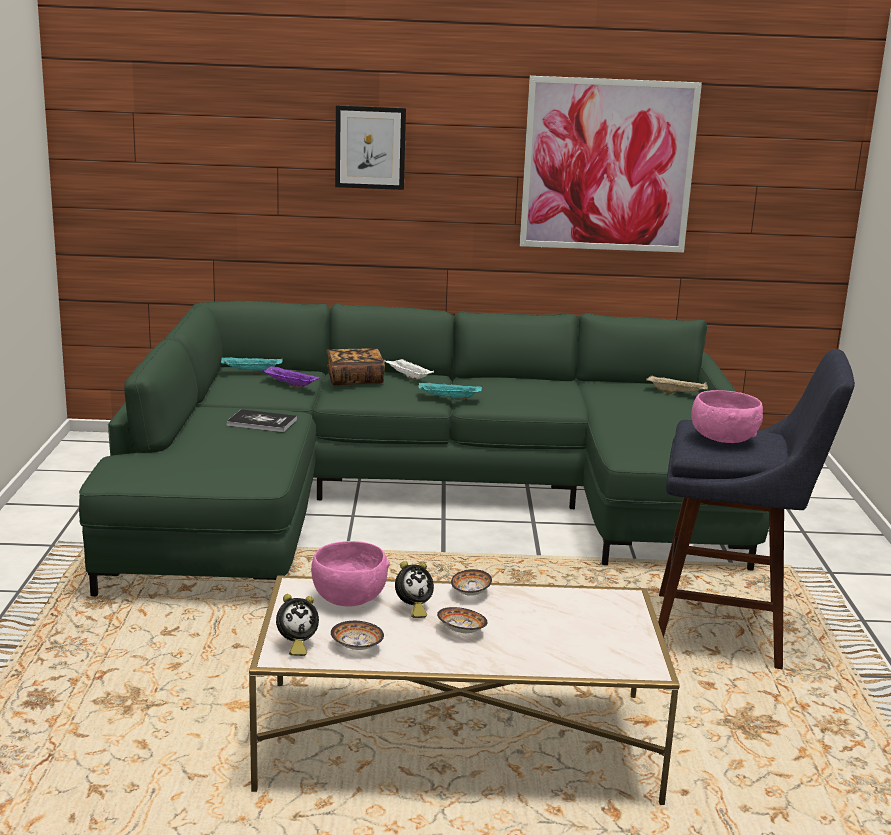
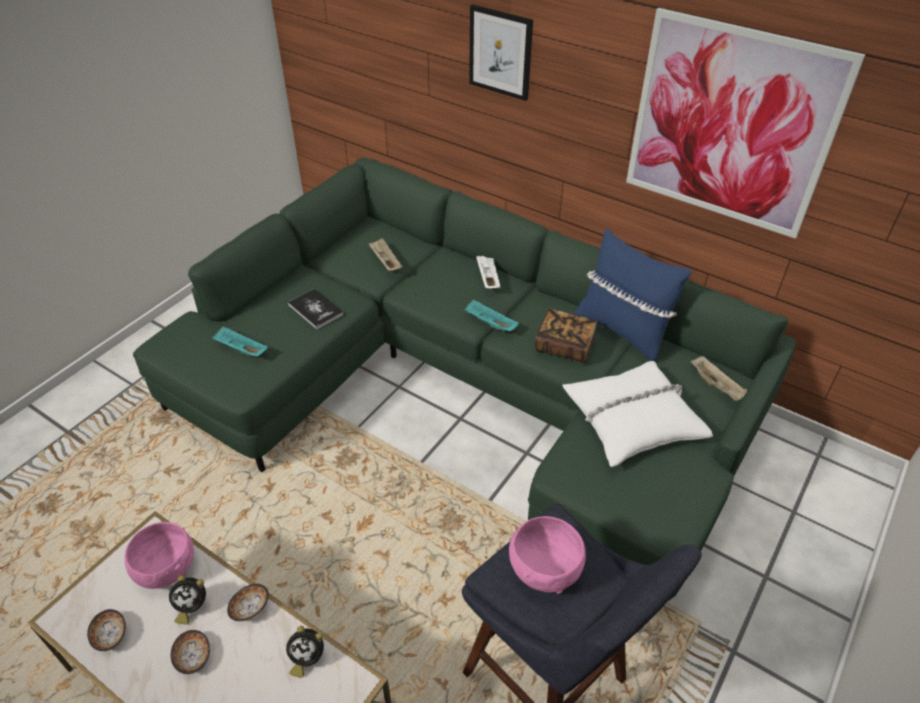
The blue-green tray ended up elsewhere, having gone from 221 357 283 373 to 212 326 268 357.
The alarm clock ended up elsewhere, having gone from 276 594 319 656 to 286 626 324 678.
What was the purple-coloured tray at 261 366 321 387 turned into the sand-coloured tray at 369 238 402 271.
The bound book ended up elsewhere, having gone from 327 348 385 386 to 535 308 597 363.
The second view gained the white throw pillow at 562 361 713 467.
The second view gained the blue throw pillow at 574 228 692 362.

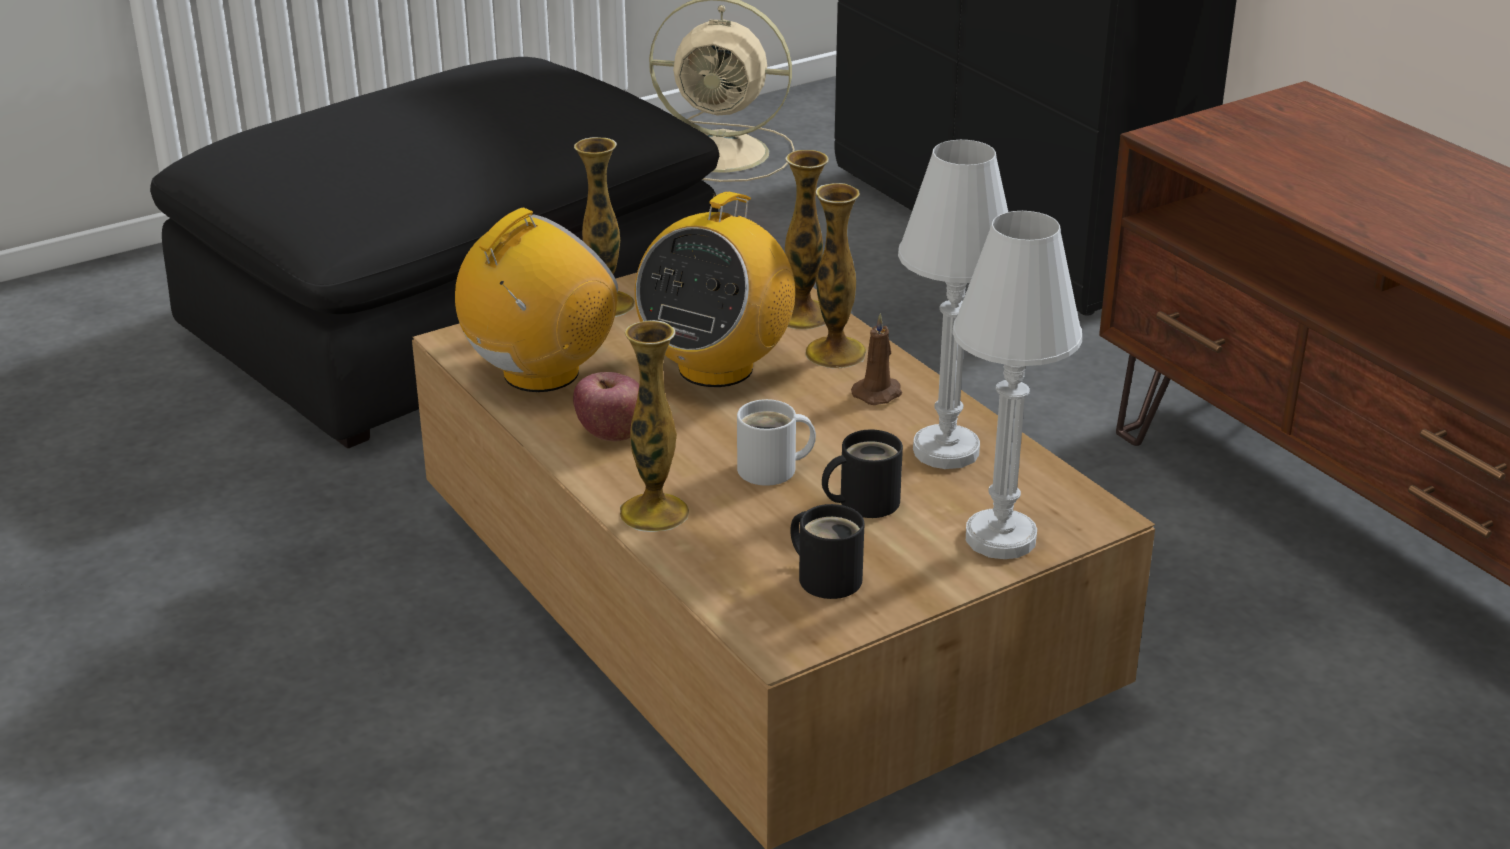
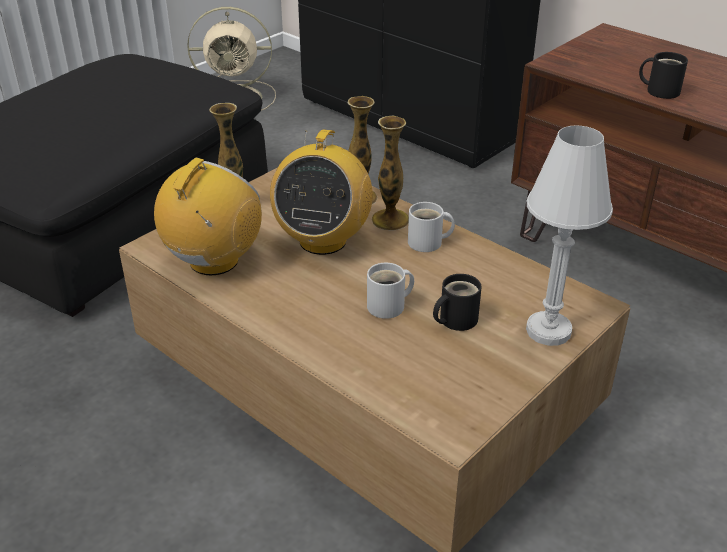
Where the brownish wax candle stood at 851 313 902 405, the white coffee mug came to stand at 408 202 455 252.
The black coffee mug ended up elsewhere, having gone from 790 504 865 599 to 639 52 688 99.
The second view lost the apple at 573 372 639 442.
The second view lost the decorative vase at 620 320 689 532.
The second view lost the white lamp for a table at 898 140 1008 469.

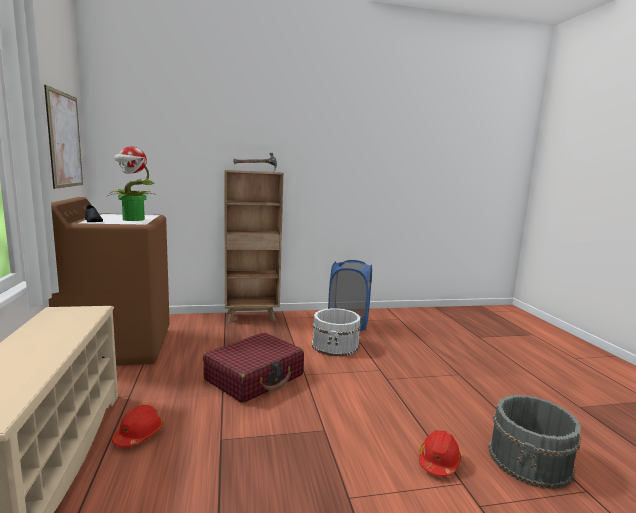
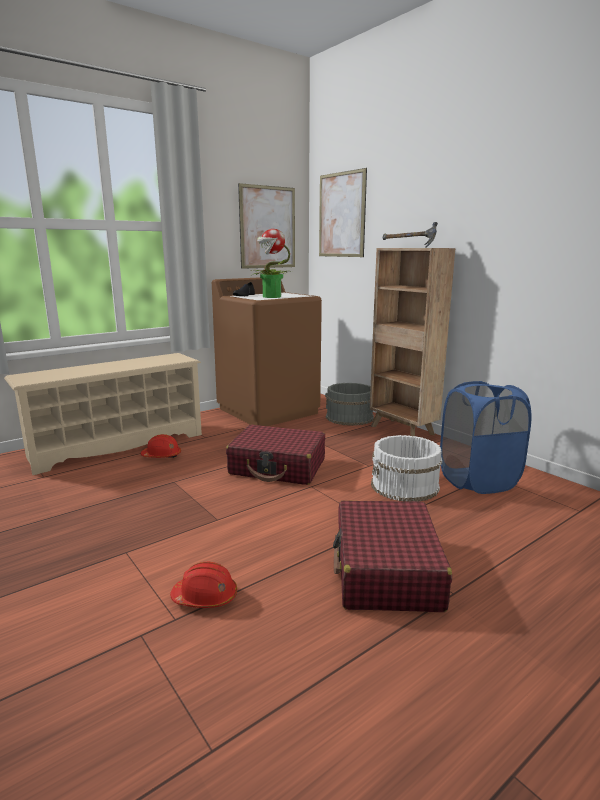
The second view gained the wall art at 319 168 367 257.
The greyish pail ended up elsewhere, having gone from 488 395 581 489 to 325 383 374 426.
The second view gained the red-coloured piece of luggage at 333 500 452 612.

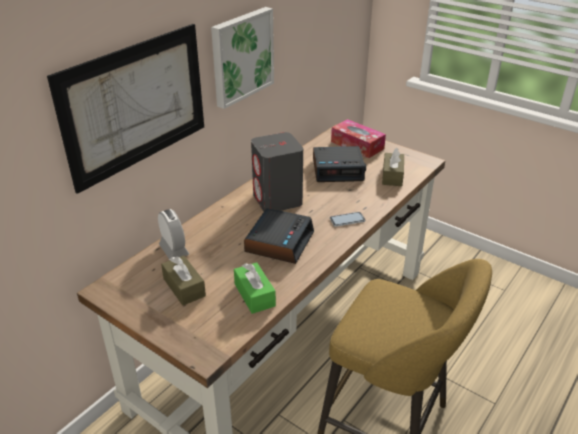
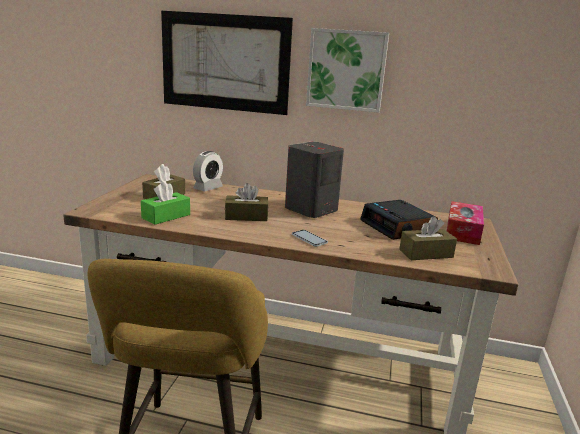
Where the alarm clock stood at 244 208 314 264, the brownish tissue holder came to stand at 225 183 268 221.

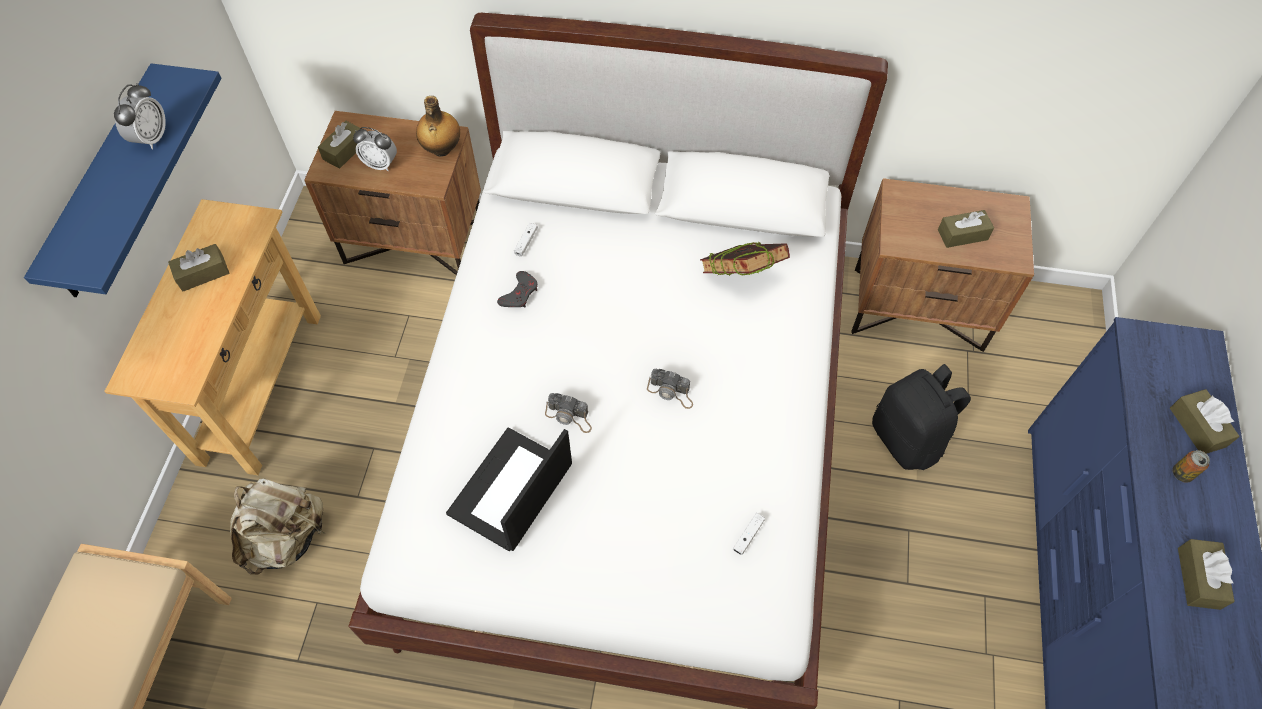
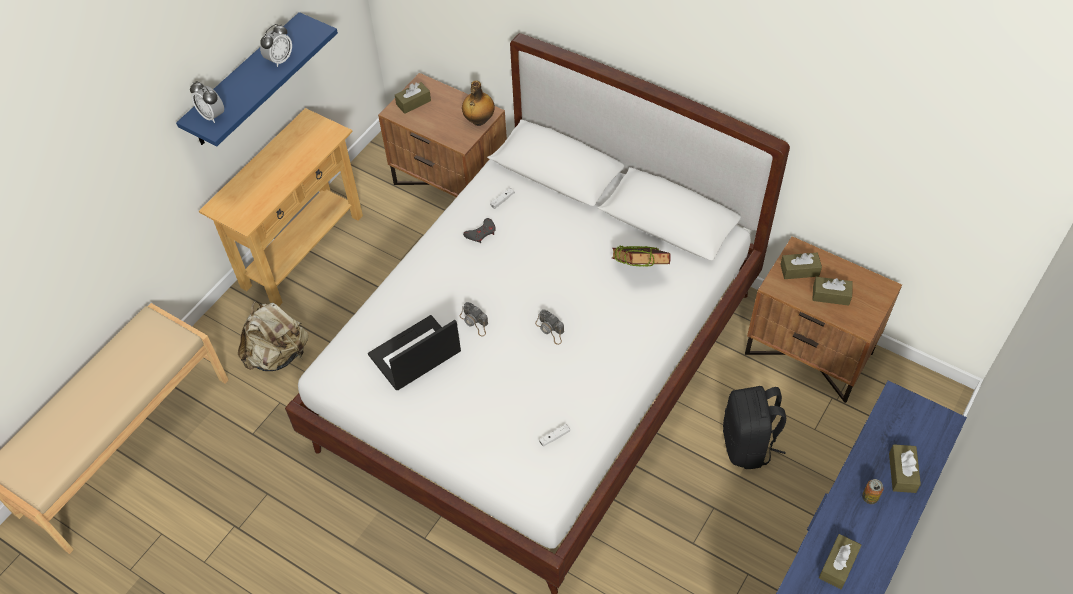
The alarm clock ended up elsewhere, having gone from 353 127 397 171 to 190 81 224 123.
The brownish tissue holder ended up elsewhere, having gone from 168 244 229 291 to 780 253 822 279.

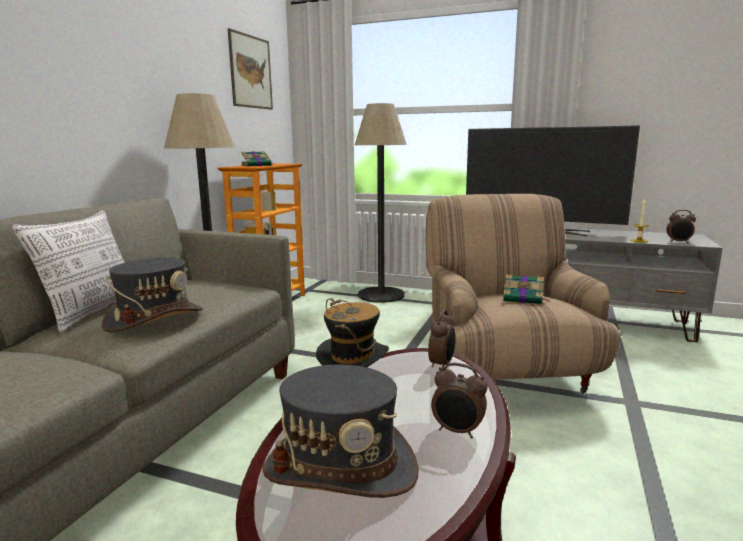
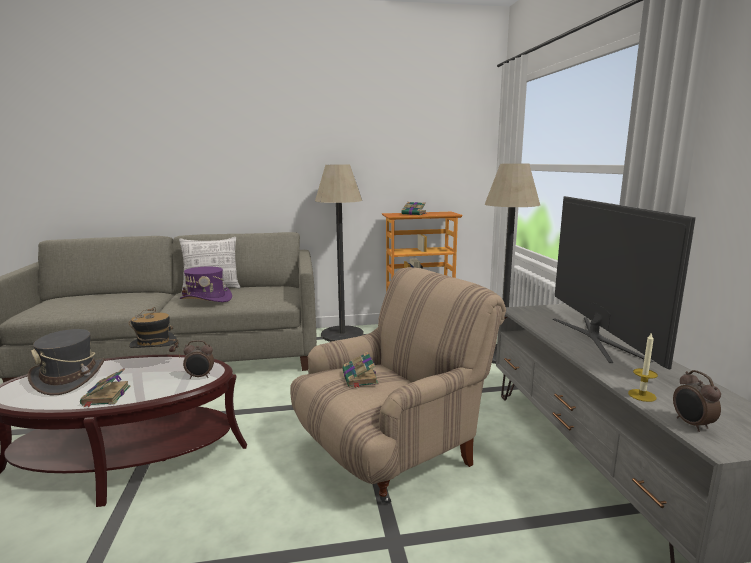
Where the alarm clock stood at 431 363 488 438, the bound book came to stand at 80 368 130 407.
What was the greyish wearable hat at 102 258 203 333 turned into the purple-coloured wearable hat at 180 266 232 302.
The second view lost the wall art at 228 28 273 110.

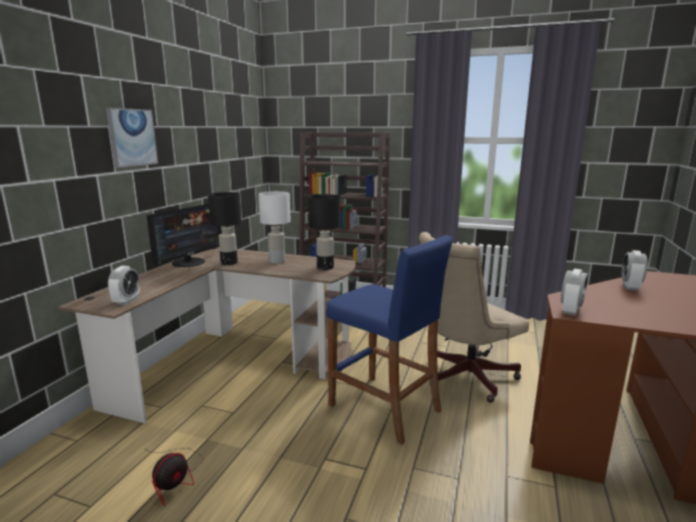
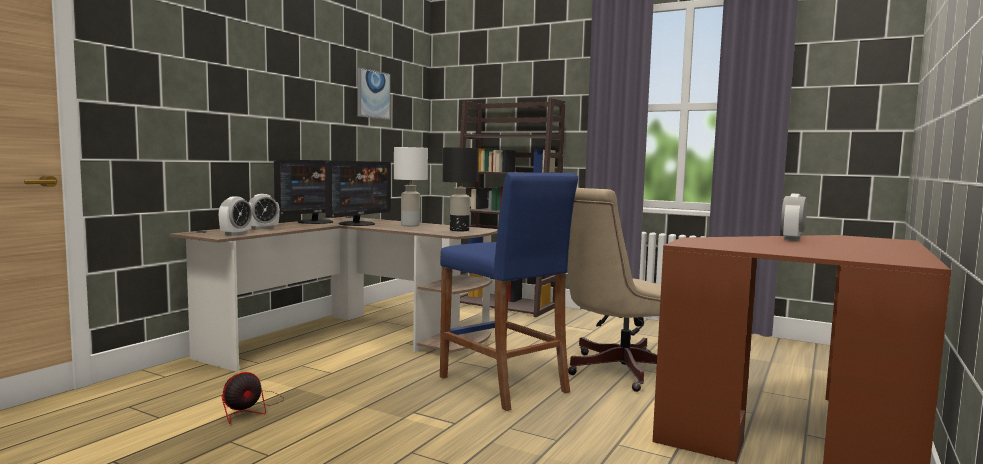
The alarm clock ended up elsewhere, having gone from 561 269 588 316 to 248 194 280 230.
Where the black lamp for a table stood at 208 192 242 265, the computer screen came to stand at 325 161 391 226.
The wall art ended up elsewhere, having gone from 106 108 158 168 to 357 68 390 120.

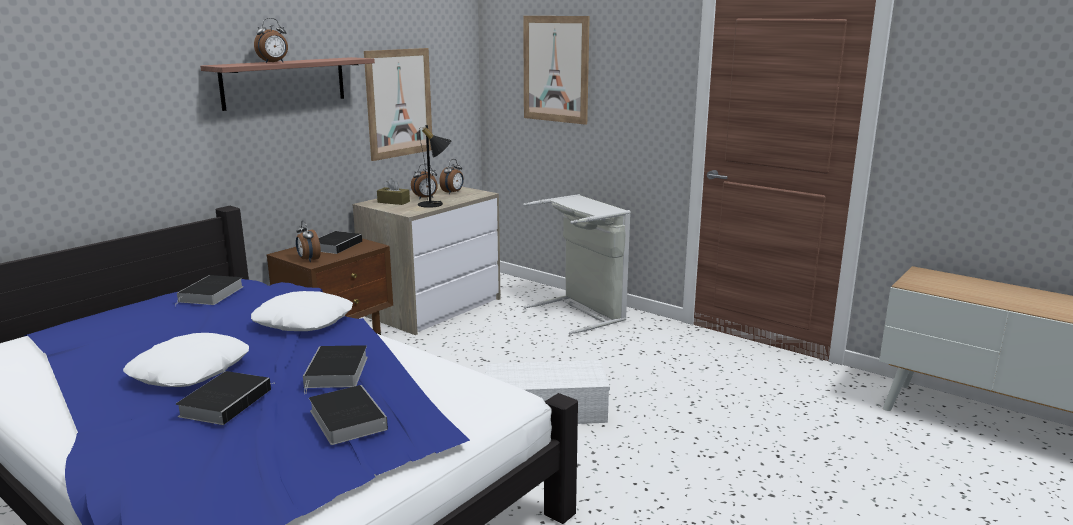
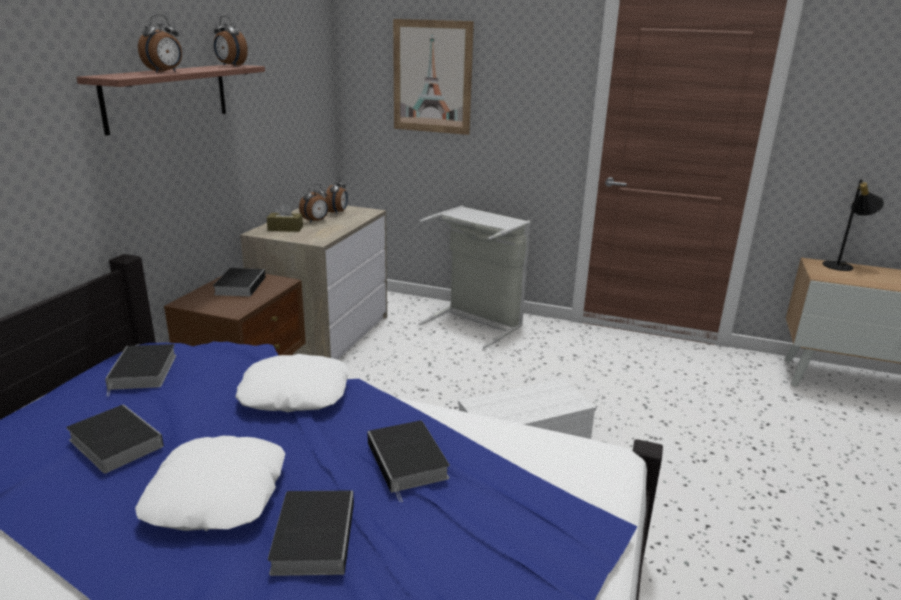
The bound book ended up elsewhere, having gone from 309 385 388 445 to 66 404 164 473.
The alarm clock ended up elsewhere, having gone from 296 221 321 262 to 214 16 248 67.
The black lamp for a table ended up elsewhere, having gone from 418 125 451 208 to 823 180 884 271.
The second view lost the wall art at 364 48 432 161.

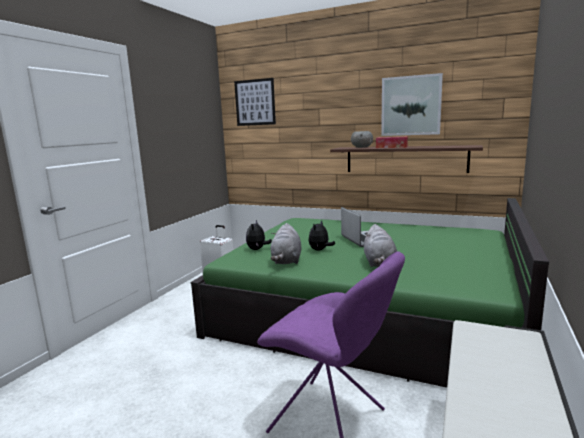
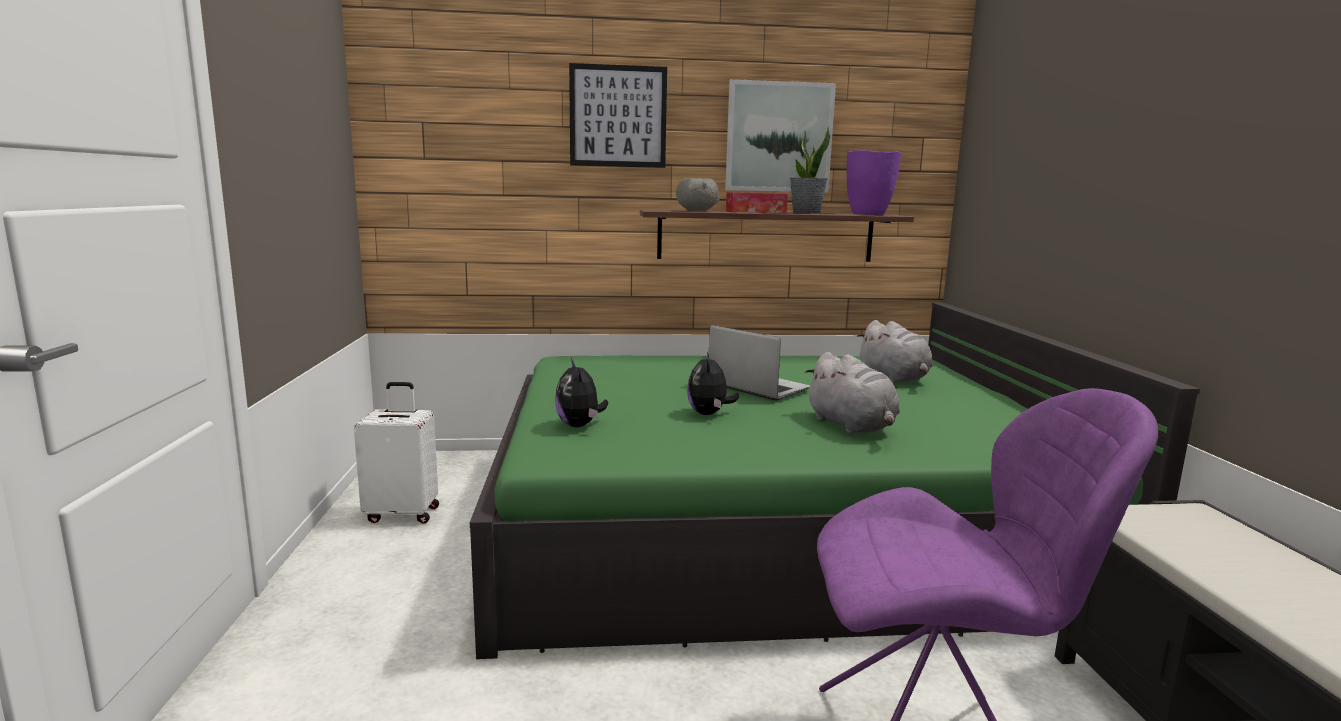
The wall art ended up elsewhere, having gone from 234 78 276 126 to 569 63 667 168.
The second view gained the houseplant at 790 126 830 214.
The second view gained the purple-coloured decorative vase at 847 150 902 215.
The greyish soft toy ended up elsewhere, having gone from 271 223 301 264 to 857 320 933 383.

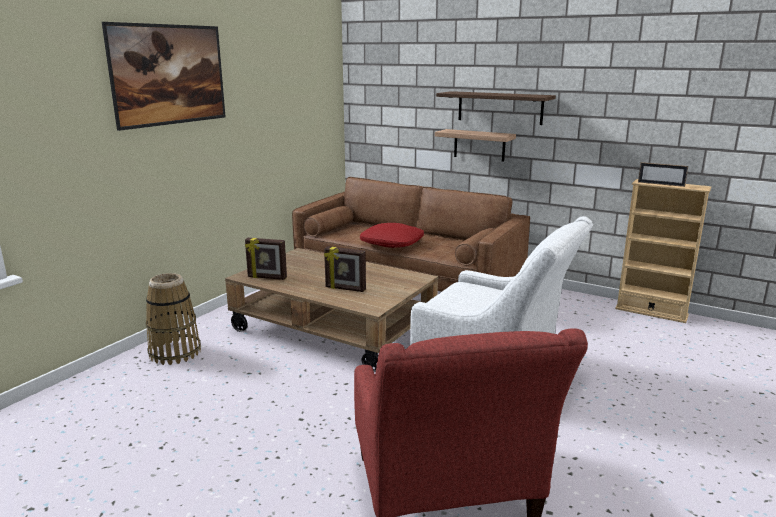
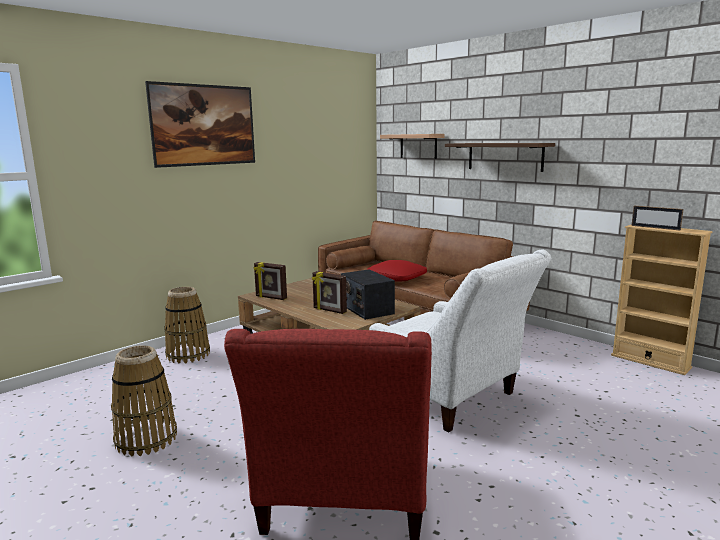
The second view gained the household basket at 111 345 177 456.
The second view gained the radio at 341 269 395 320.
The wall shelf ended up elsewhere, having gone from 435 129 516 162 to 380 134 444 159.

